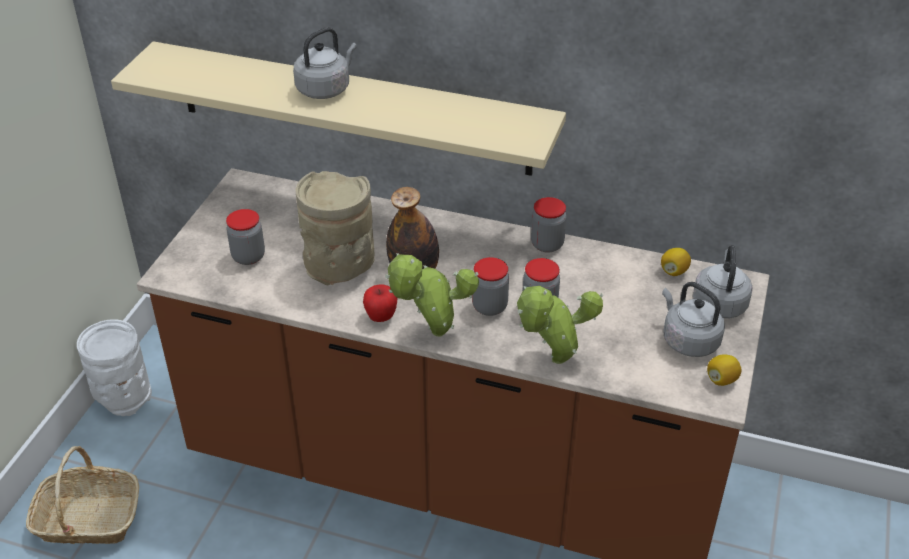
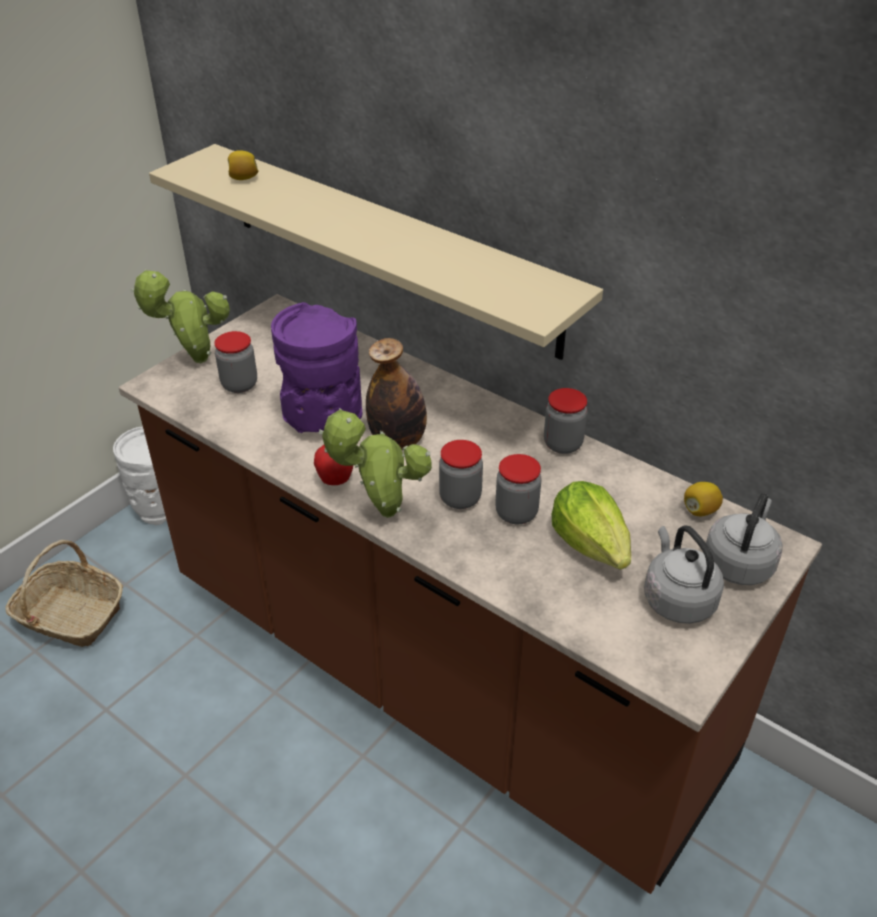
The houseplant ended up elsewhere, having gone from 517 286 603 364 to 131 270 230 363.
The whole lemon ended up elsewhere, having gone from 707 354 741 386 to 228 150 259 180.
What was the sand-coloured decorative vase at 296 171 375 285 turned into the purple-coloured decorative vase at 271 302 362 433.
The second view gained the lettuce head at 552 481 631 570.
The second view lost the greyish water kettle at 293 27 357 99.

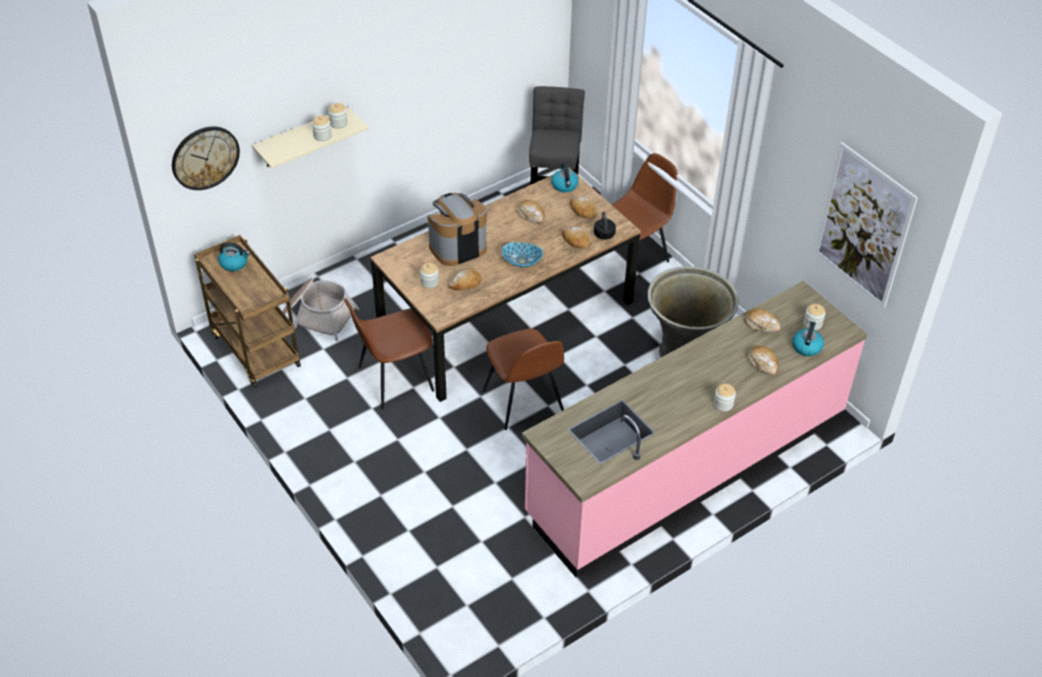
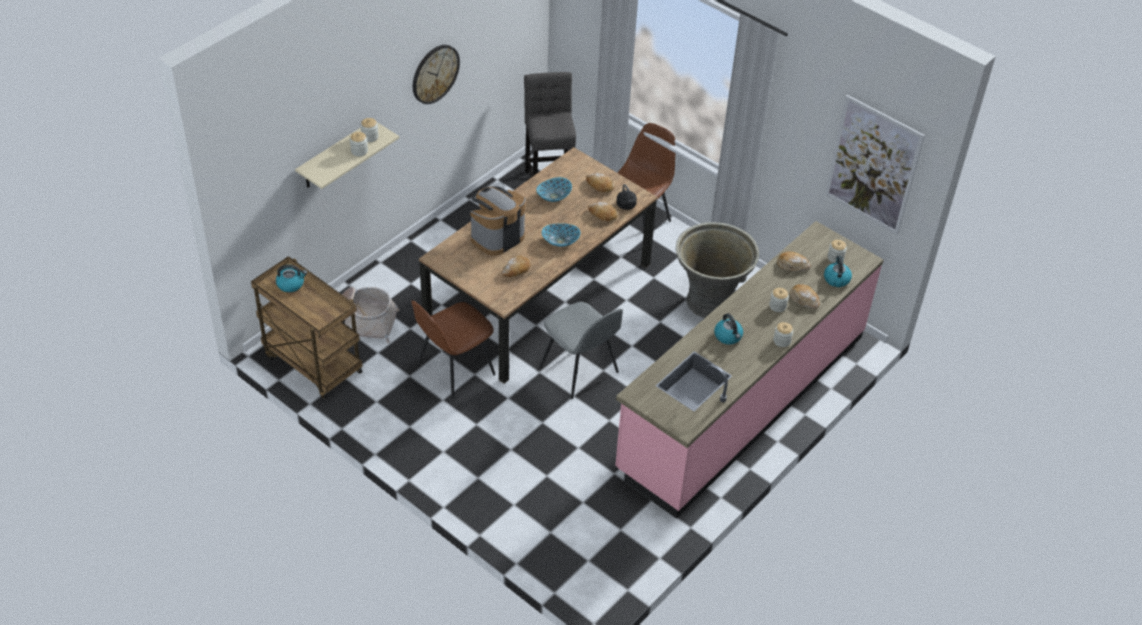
The wall clock ended up elsewhere, having gone from 172 127 240 190 to 413 45 460 104.
Where the baked bread stood at 517 200 544 223, the bowl came to stand at 536 177 572 202.
What was the brownish upright chair at 482 329 564 430 turned into the greyish upright chair at 540 302 623 399.
The water kettle ended up elsewhere, having gone from 551 163 579 192 to 714 313 743 344.
The storage jar ended up elsewhere, having gone from 420 263 439 288 to 769 288 789 312.

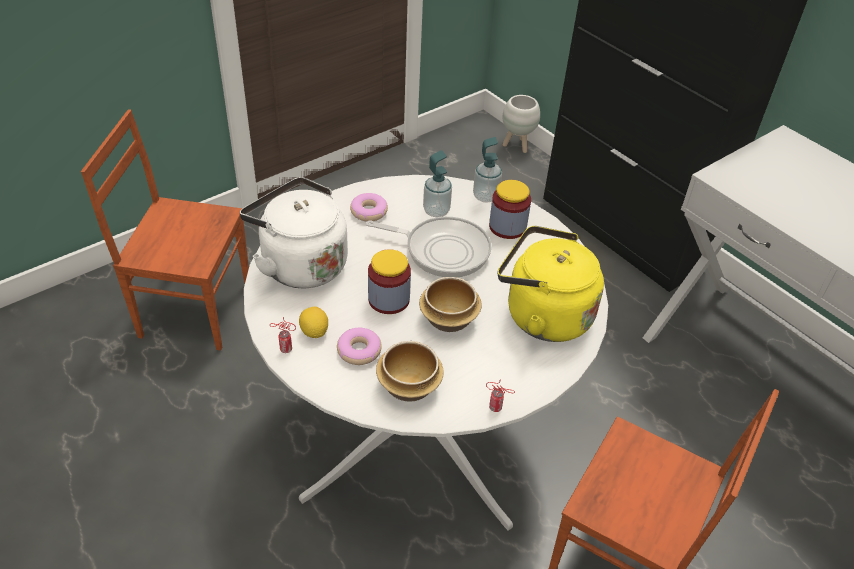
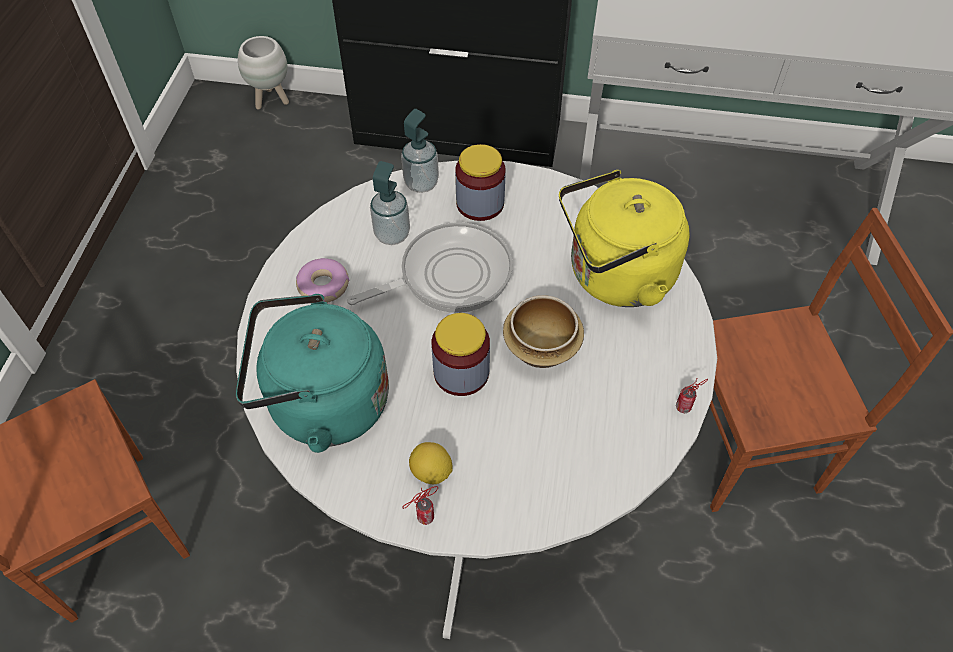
What was the white water kettle at 240 177 348 288 turned into the blue-green water kettle at 236 294 389 453.
The second view lost the ring doughnut at 337 328 382 365.
The second view lost the bowl at 376 341 444 402.

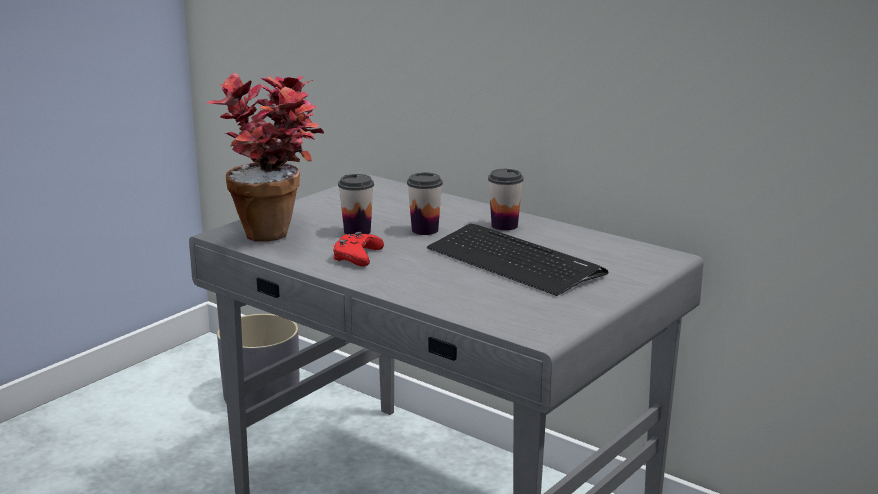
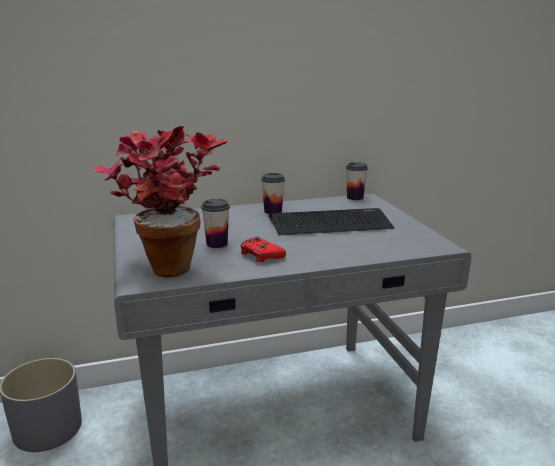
The small cup ended up elsewhere, having gone from 407 172 443 235 to 346 162 368 200.

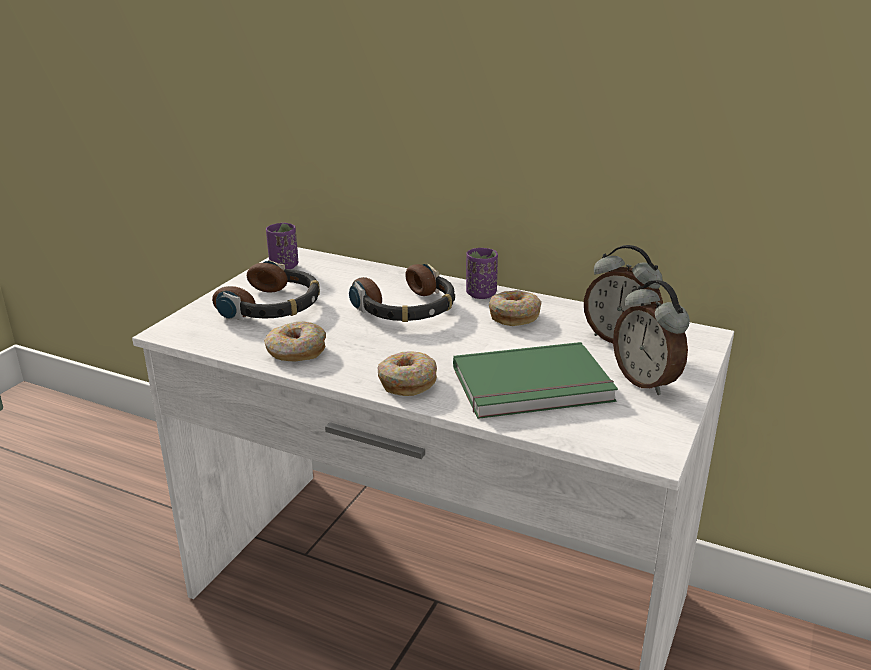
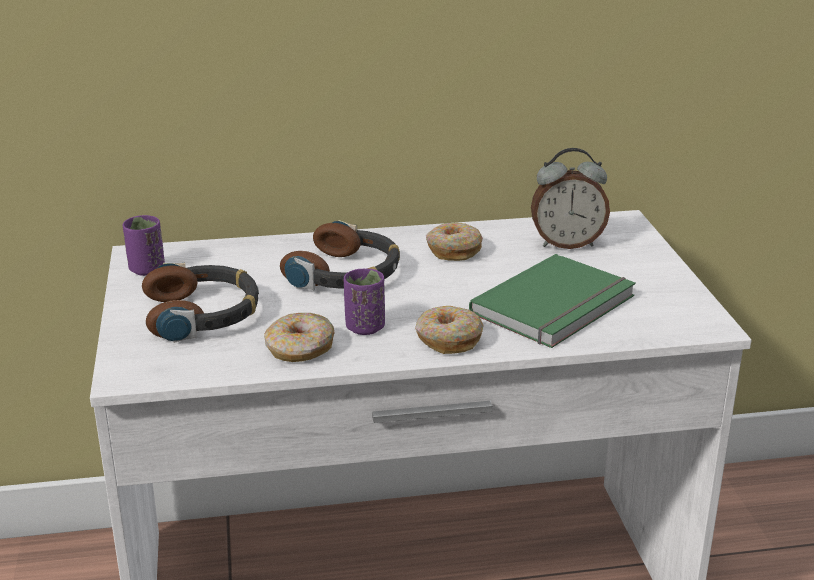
The purple-coloured small cup ended up elsewhere, having gone from 466 248 498 299 to 344 268 385 335.
The second view lost the alarm clock at 613 280 690 395.

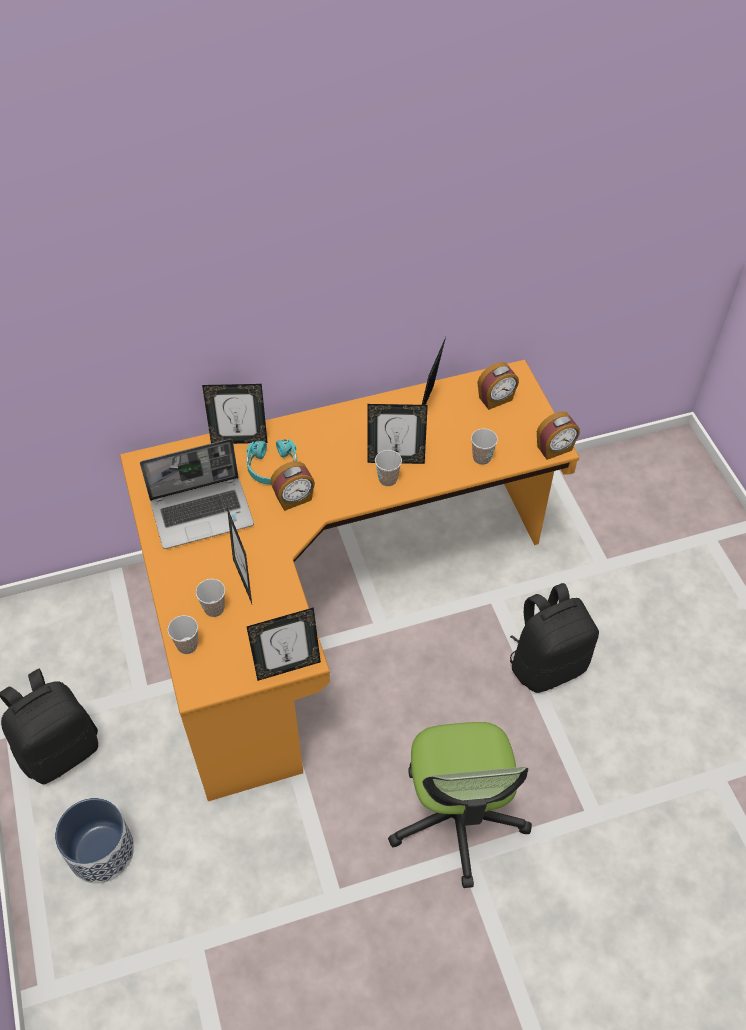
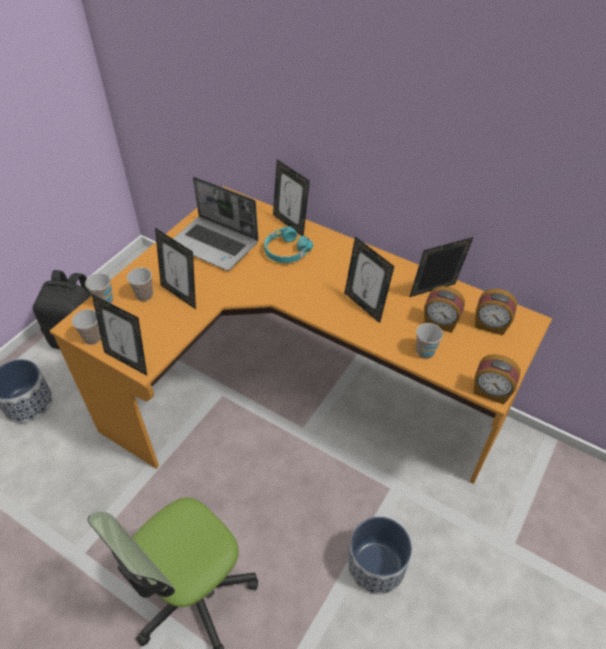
The small cup ended up elsewhere, having gone from 375 450 402 486 to 72 309 101 345.
The picture frame at 227 507 252 604 ended up facing another way, 90 degrees clockwise from before.
Where the black backpack stood at 510 583 599 693, the planter came to stand at 348 517 412 595.
The alarm clock ended up elsewhere, having gone from 270 461 315 511 to 424 286 465 333.

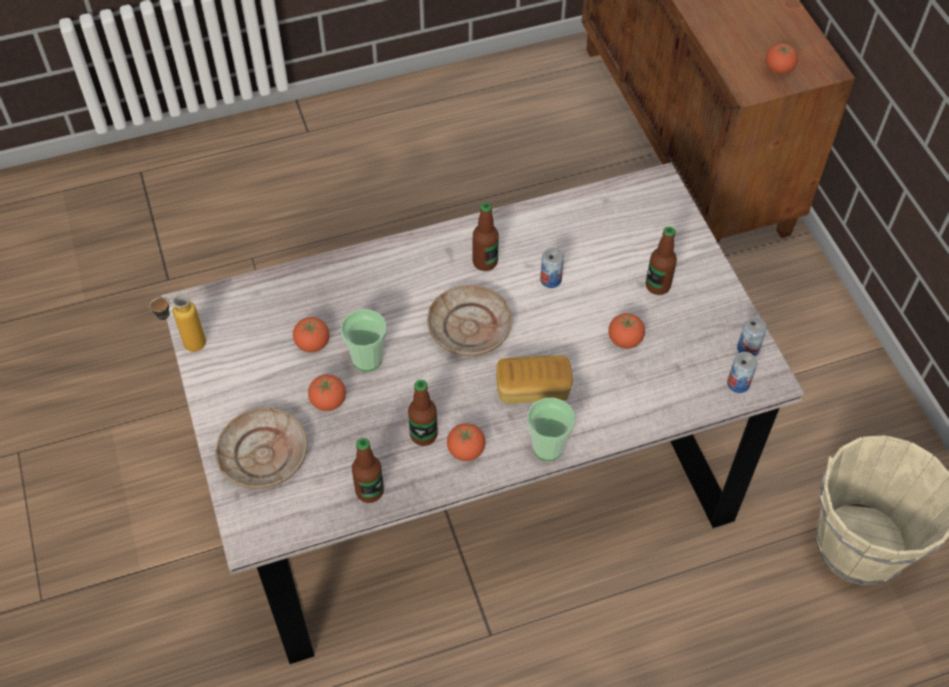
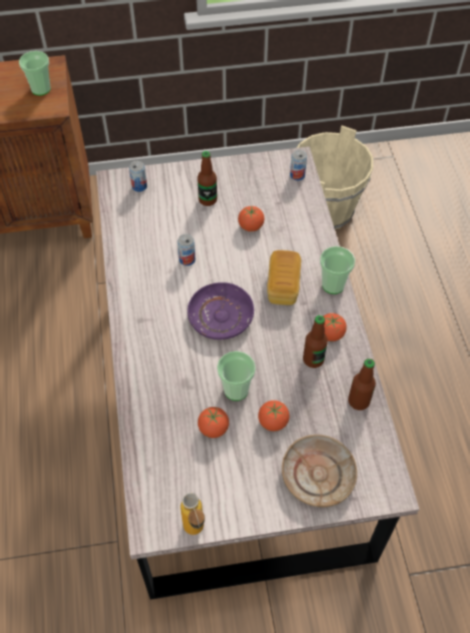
Where the whole tomato stood at 766 43 798 74, the small cup came to stand at 19 51 51 96.
The sealed can ended up elsewhere, having gone from 737 317 767 356 to 129 161 147 192.
What was the sand-coloured dinner plate at 427 285 512 356 turned into the purple-coloured dinner plate at 187 282 254 340.
The second view lost the drink bottle at 473 202 499 271.

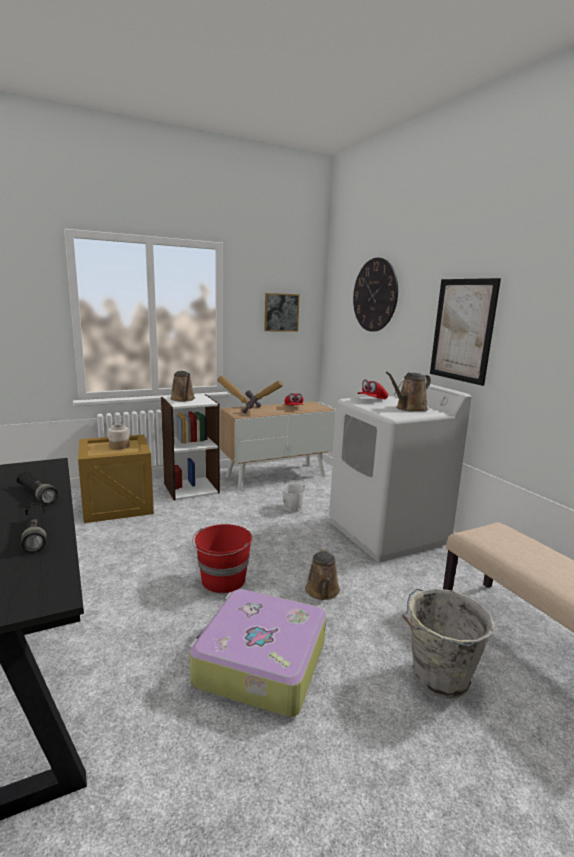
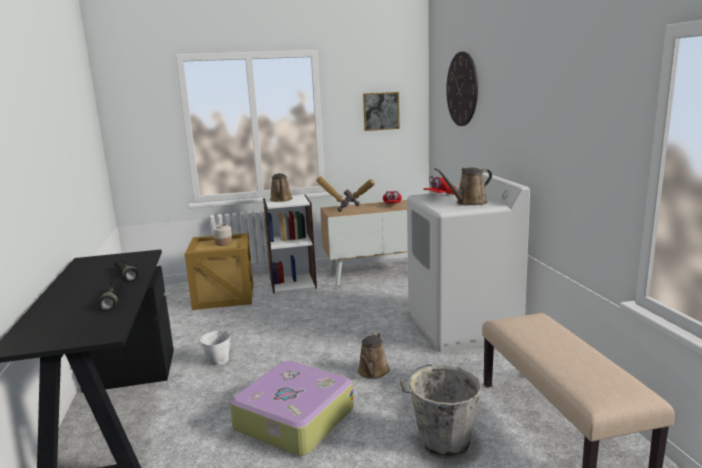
The white pail ended up elsewhere, having gone from 281 474 306 512 to 200 320 231 366.
The second view lost the red-coloured pail at 192 524 252 593.
The second view lost the wall art at 430 278 501 386.

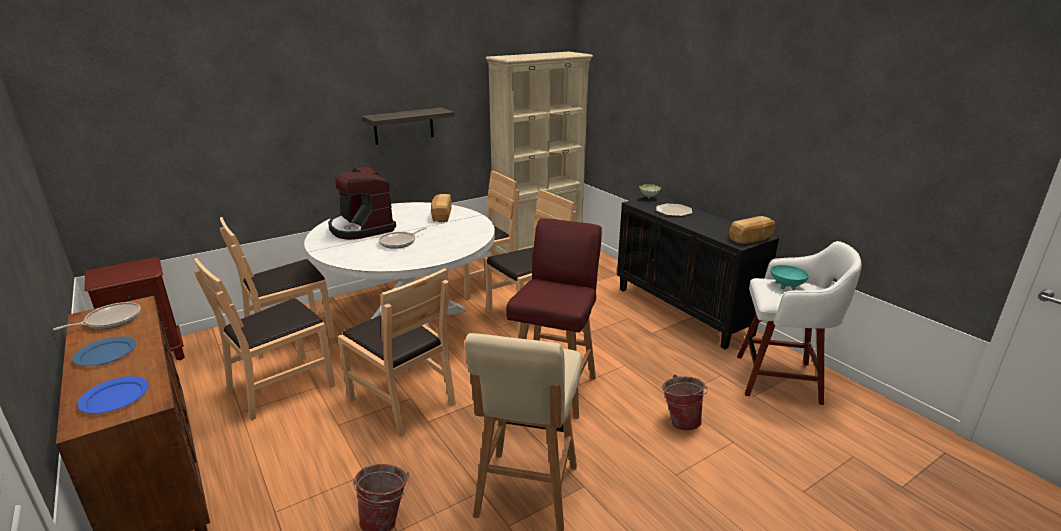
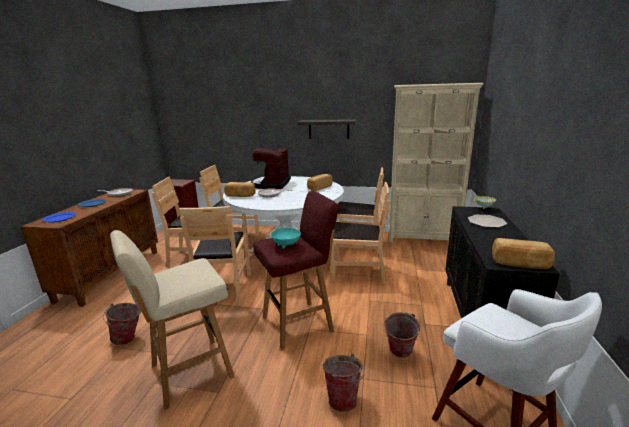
The second view gained the baked bread at 224 182 256 197.
The blue-green bowl ended up elsewhere, having gone from 770 265 809 290 to 271 228 301 249.
The second view gained the pail at 383 312 420 358.

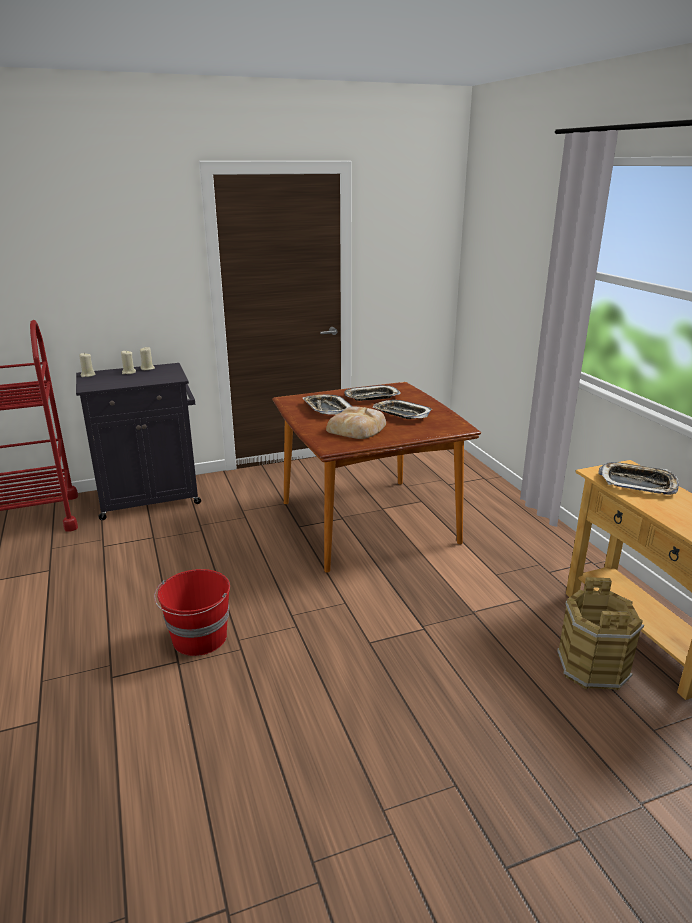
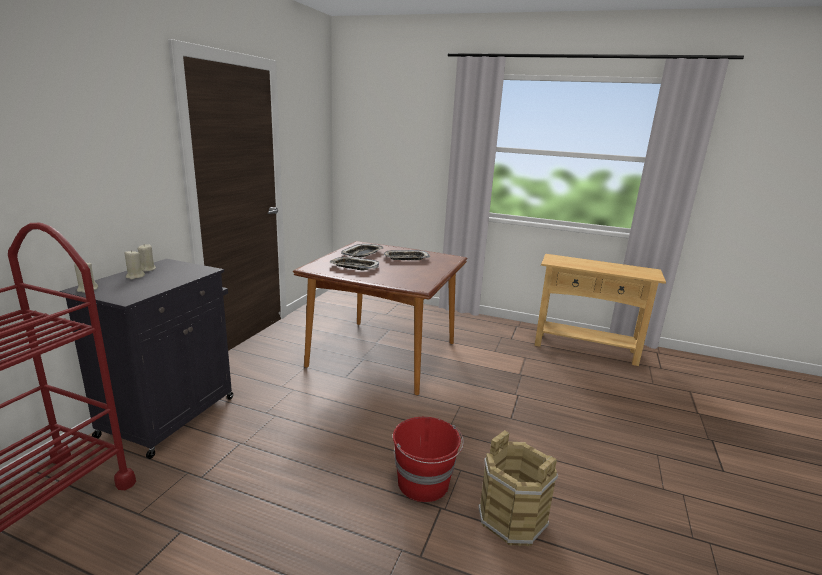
The brownish pail ended up elsewhere, having gone from 557 577 644 690 to 478 430 558 546.
The second view lost the baked bread at 326 407 386 439.
The second view lost the tray at 598 462 679 495.

